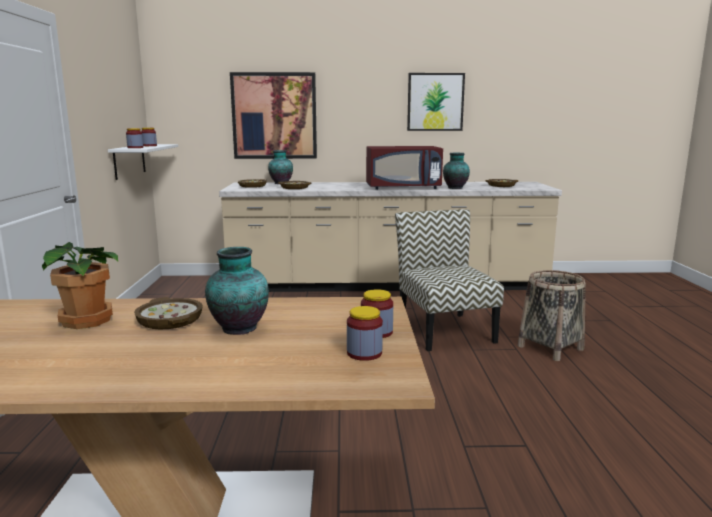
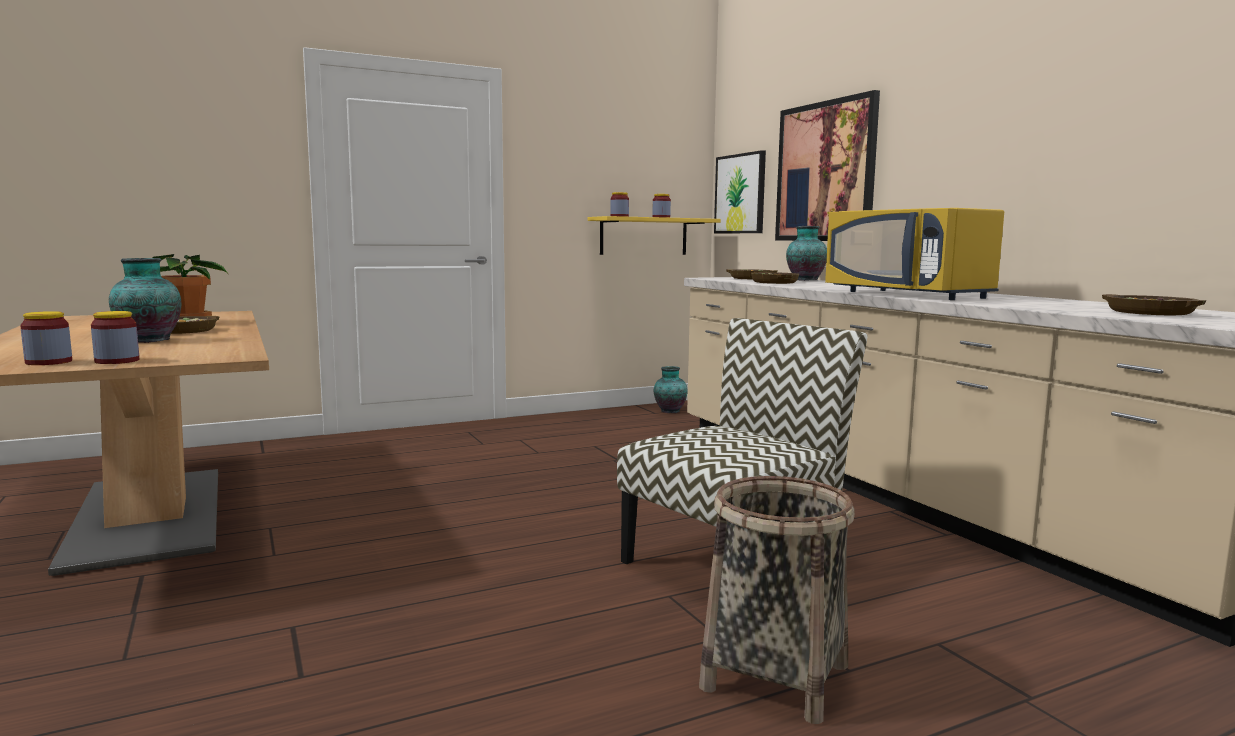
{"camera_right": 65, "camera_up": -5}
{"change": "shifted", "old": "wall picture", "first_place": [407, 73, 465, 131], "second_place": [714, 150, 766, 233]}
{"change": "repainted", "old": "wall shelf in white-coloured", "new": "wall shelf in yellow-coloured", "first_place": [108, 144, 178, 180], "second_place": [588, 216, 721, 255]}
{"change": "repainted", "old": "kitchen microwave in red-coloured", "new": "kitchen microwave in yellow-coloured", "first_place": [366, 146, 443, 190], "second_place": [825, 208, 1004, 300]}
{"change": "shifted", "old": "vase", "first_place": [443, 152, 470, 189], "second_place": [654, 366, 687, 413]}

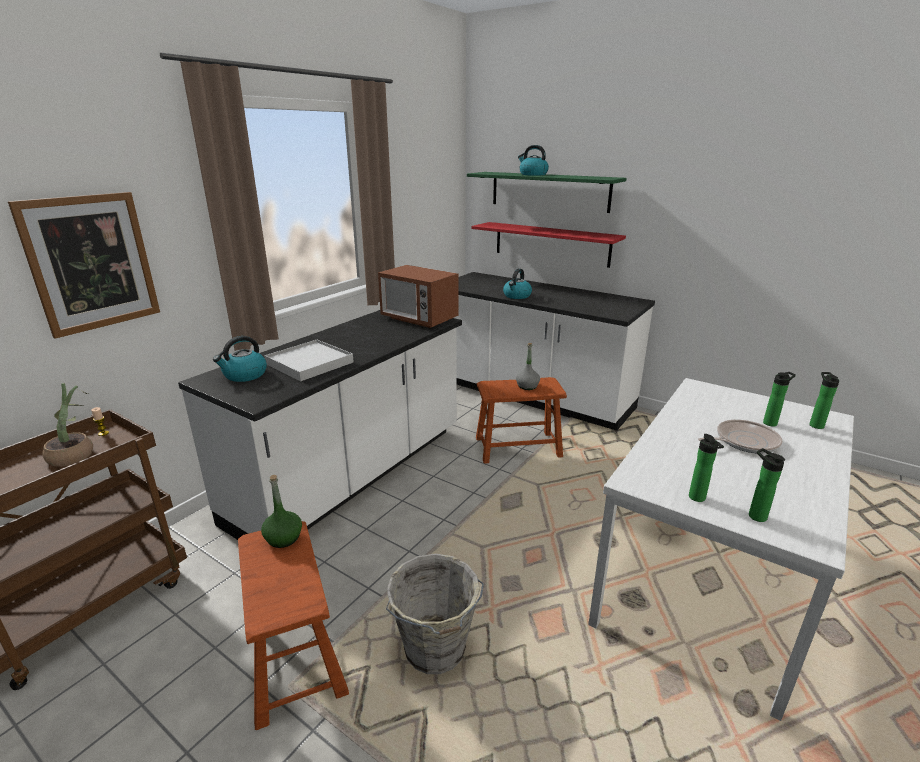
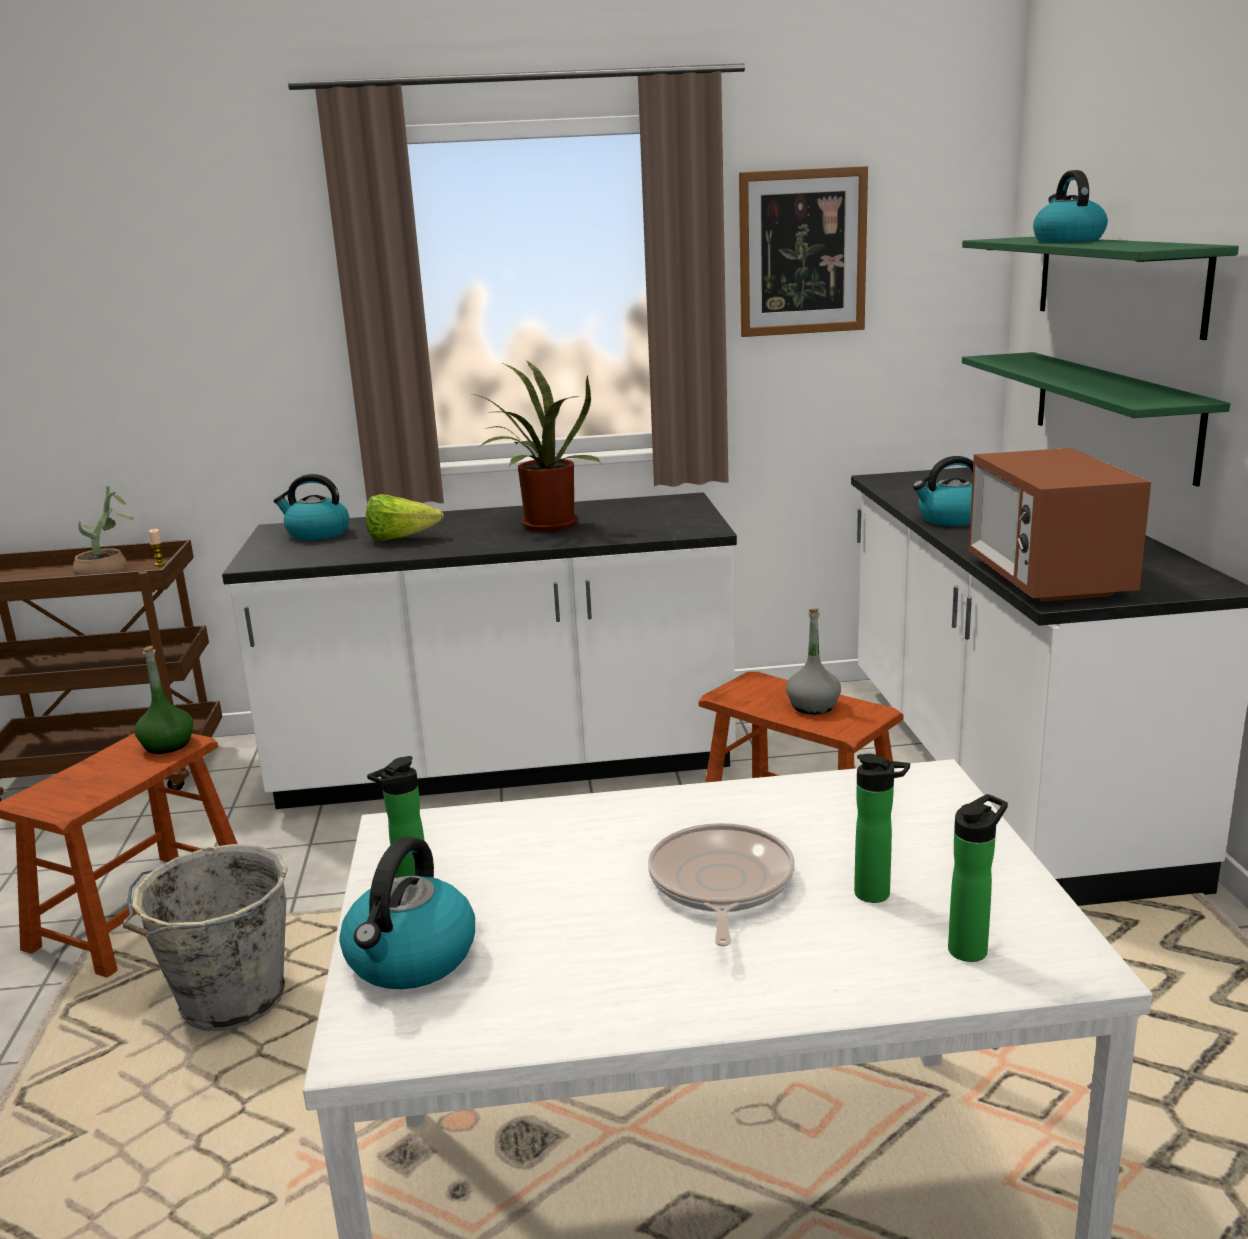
{"camera_right": 50, "camera_up": -5}
{"change": "shifted", "old": "wall picture", "first_place": [8, 192, 160, 339], "second_place": [739, 166, 868, 337]}
{"change": "repainted", "old": "wall shelf in red-coloured", "new": "wall shelf in green-coloured", "first_place": [471, 222, 626, 268], "second_place": [962, 352, 1230, 486]}
{"change": "shifted", "old": "kitchen microwave", "first_place": [378, 265, 458, 328], "second_place": [969, 448, 1151, 602]}
{"change": "swapped", "old": "carrying tray in white-coloured", "new": "lettuce head", "first_place": [264, 340, 354, 381], "second_place": [366, 494, 444, 541]}
{"change": "rotated", "old": "skillet", "first_place": [698, 420, 783, 454], "second_place": [648, 823, 795, 946], "degrees": -120}
{"change": "swapped", "old": "beverage bottle", "new": "tea kettle", "first_place": [749, 448, 785, 522], "second_place": [339, 837, 475, 989]}
{"change": "new", "new": "houseplant", "second_place": [473, 360, 601, 532]}

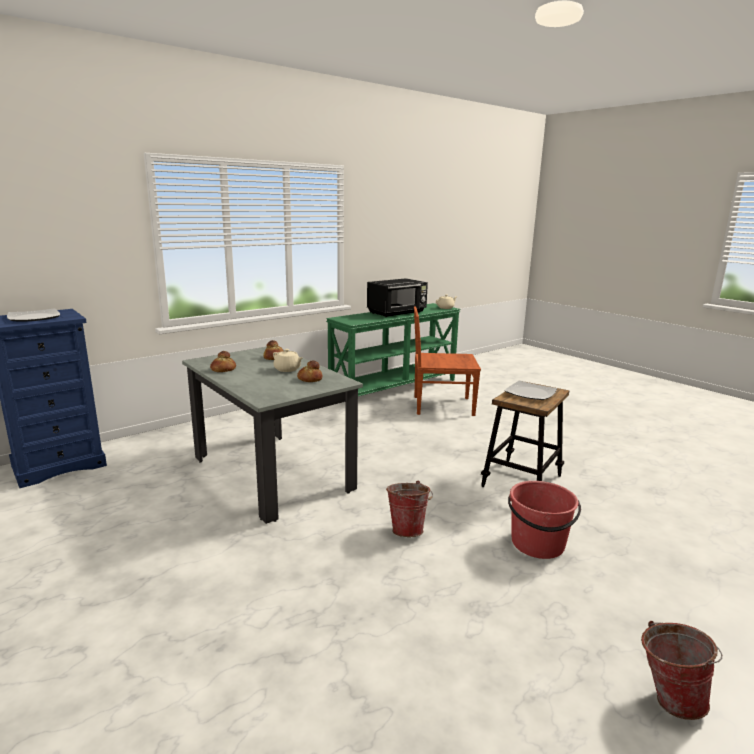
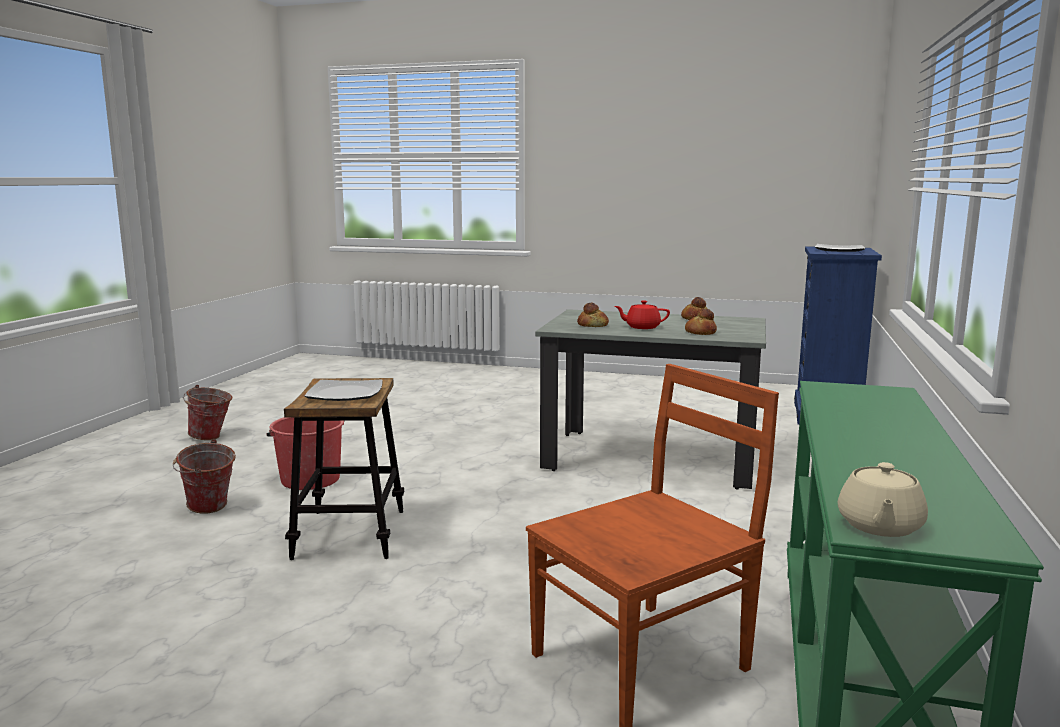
{"camera_right": 145, "camera_up": -5}
{"change": "gone", "old": "kitchen microwave in black", "first_place": [367, 278, 428, 317]}
{"change": "repainted", "old": "pot for tea in beige", "new": "pot for tea in red-coloured", "first_place": [273, 349, 303, 372], "second_place": [615, 301, 670, 329]}
{"change": "shifted", "old": "bucket", "first_place": [386, 481, 433, 537], "second_place": [173, 439, 236, 514]}

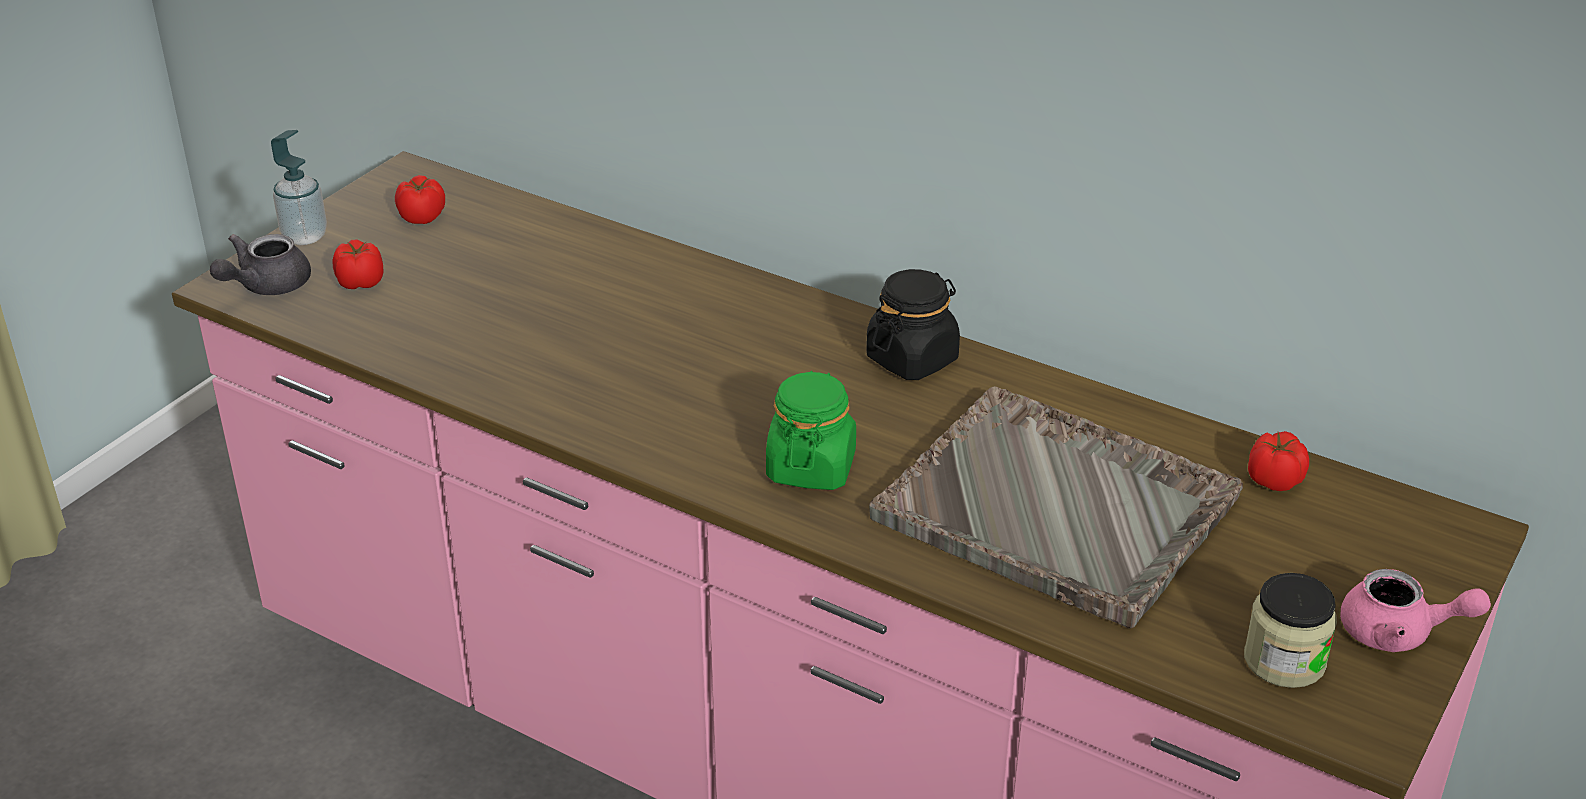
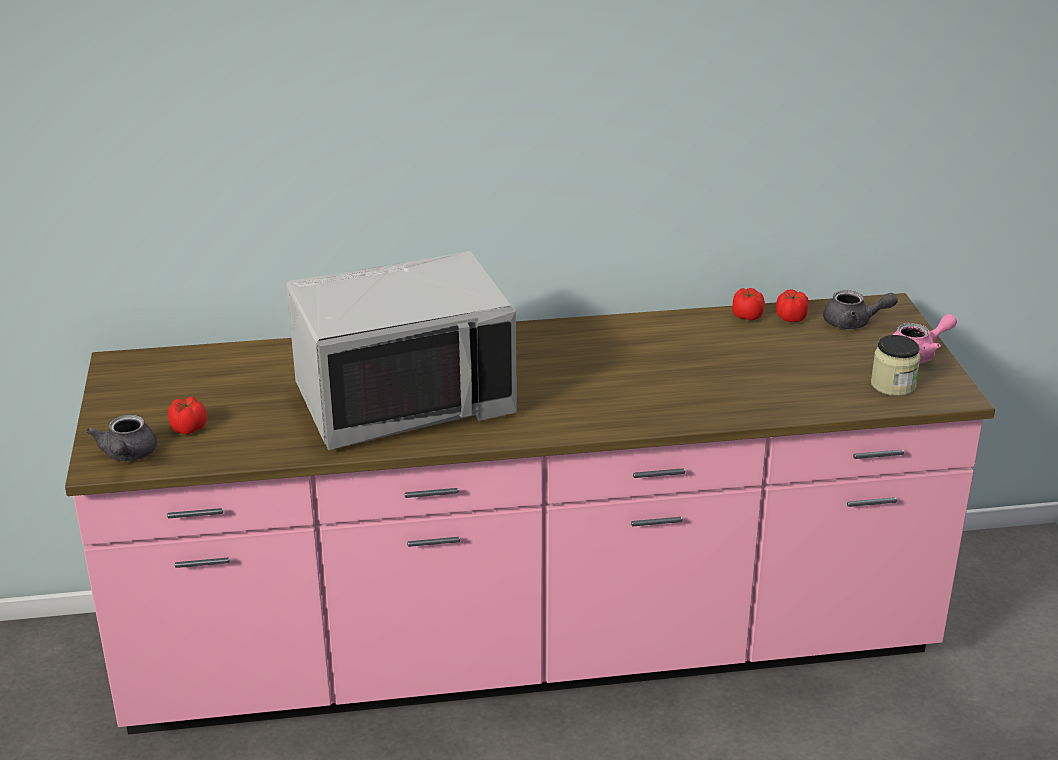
{"camera_right": -40, "camera_up": -5}
{"change": "gone", "old": "soap bottle", "first_place": [271, 130, 327, 245]}
{"change": "shifted", "old": "tomato", "first_place": [395, 175, 445, 224], "second_place": [732, 288, 765, 321]}
{"change": "gone", "old": "preserve jar in black", "first_place": [866, 269, 960, 380]}
{"change": "gone", "old": "preserve jar in green-coloured", "first_place": [766, 371, 856, 490]}
{"change": "gone", "old": "carrying tray in greyish", "first_place": [869, 386, 1243, 628]}
{"change": "new", "new": "kitchen microwave in greyish", "second_place": [286, 251, 517, 450]}
{"change": "new", "new": "pot for tea in greyish", "second_place": [823, 290, 898, 329]}

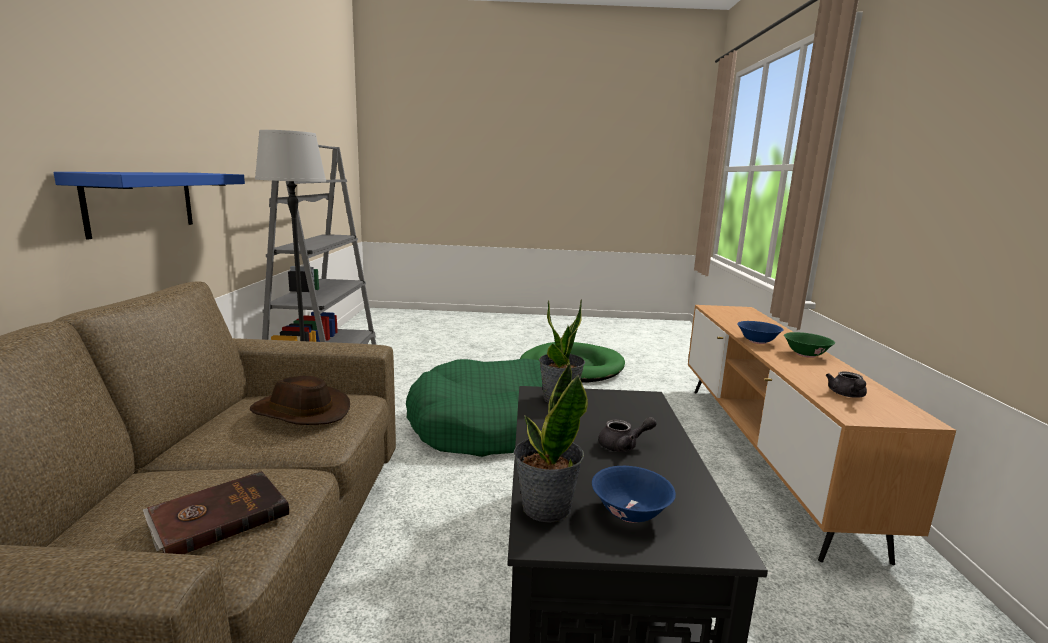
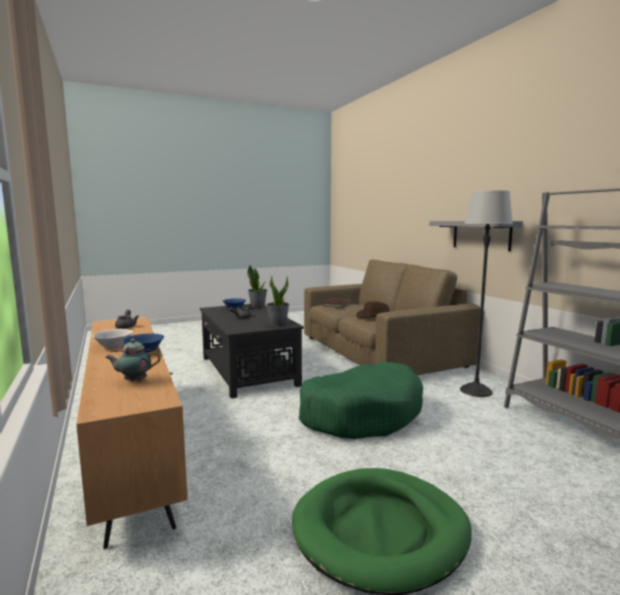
{"camera_right": 155, "camera_up": -5}
{"change": "repainted", "old": "wall shelf in blue-coloured", "new": "wall shelf in greyish", "first_place": [53, 172, 245, 239], "second_place": [429, 221, 523, 251]}
{"change": "repainted", "old": "serving bowl in green-coloured", "new": "serving bowl in white-coloured", "first_place": [784, 332, 835, 358], "second_place": [92, 329, 133, 349]}
{"change": "new", "new": "pot for tea", "second_place": [105, 339, 161, 382]}

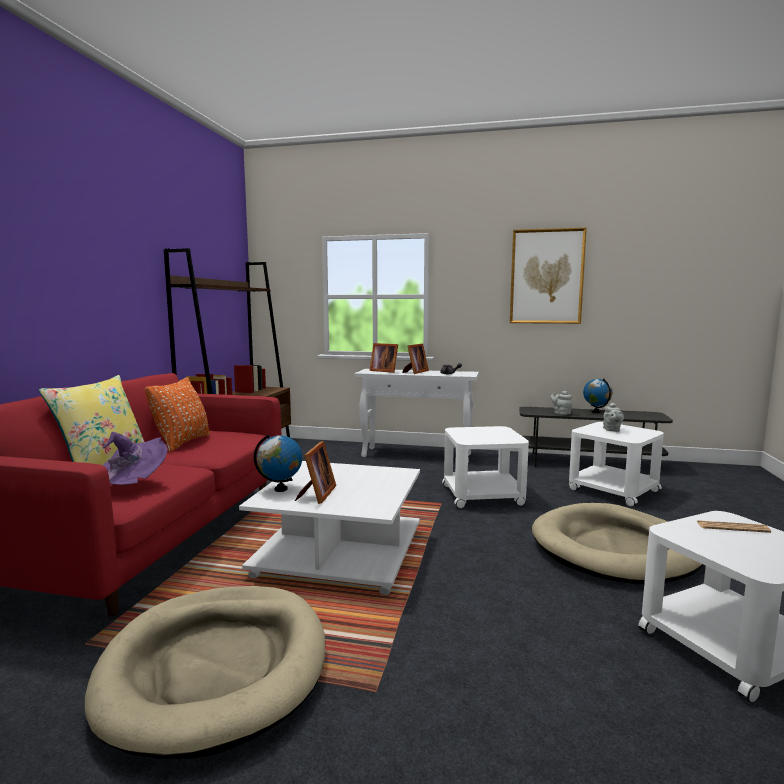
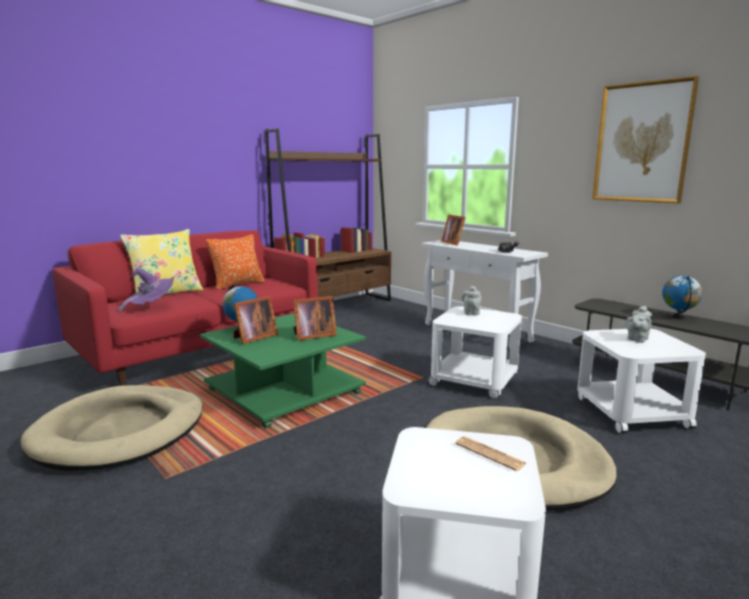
{"camera_right": 35, "camera_up": 5}
{"change": "shifted", "old": "standing frame", "first_place": [402, 343, 429, 374], "second_place": [293, 296, 337, 341]}
{"change": "shifted", "old": "pot for tea in greyish", "first_place": [550, 391, 572, 415], "second_place": [461, 286, 482, 315]}
{"change": "repainted", "old": "low table in white-coloured", "new": "low table in green-coloured", "first_place": [239, 461, 420, 595], "second_place": [200, 313, 366, 428]}

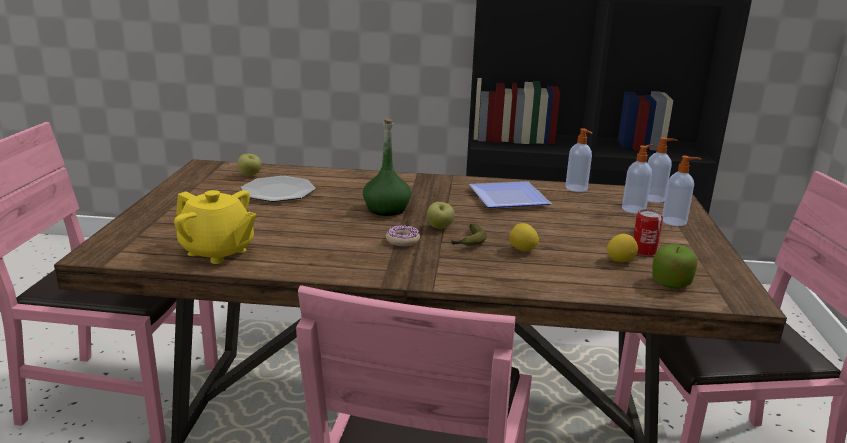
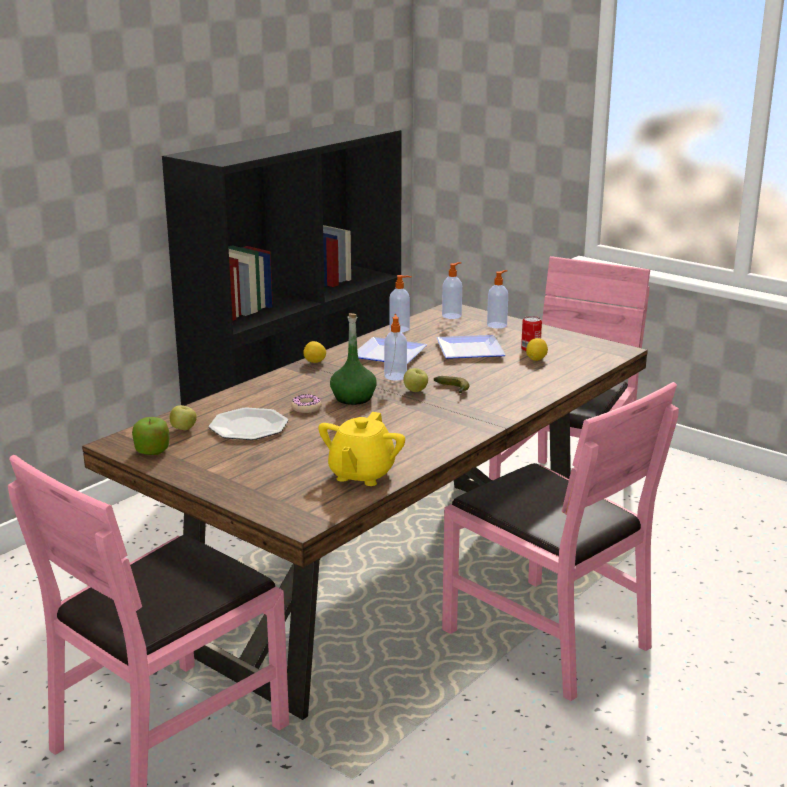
{"camera_right": -55, "camera_up": 0}
{"change": "shifted", "old": "soap bottle", "first_place": [622, 145, 653, 213], "second_place": [384, 314, 407, 381]}
{"change": "rotated", "old": "pot for tea in yellow-coloured", "first_place": [174, 190, 256, 264], "second_place": [318, 412, 405, 486], "degrees": 135}
{"change": "shifted", "old": "whole lemon", "first_place": [509, 223, 539, 251], "second_place": [303, 341, 326, 363]}
{"change": "shifted", "old": "ring doughnut", "first_place": [386, 225, 420, 246], "second_place": [291, 394, 322, 413]}
{"change": "shifted", "old": "whole apple", "first_place": [652, 244, 697, 289], "second_place": [132, 417, 170, 455]}
{"change": "new", "new": "flat dish", "second_place": [436, 335, 505, 359]}

